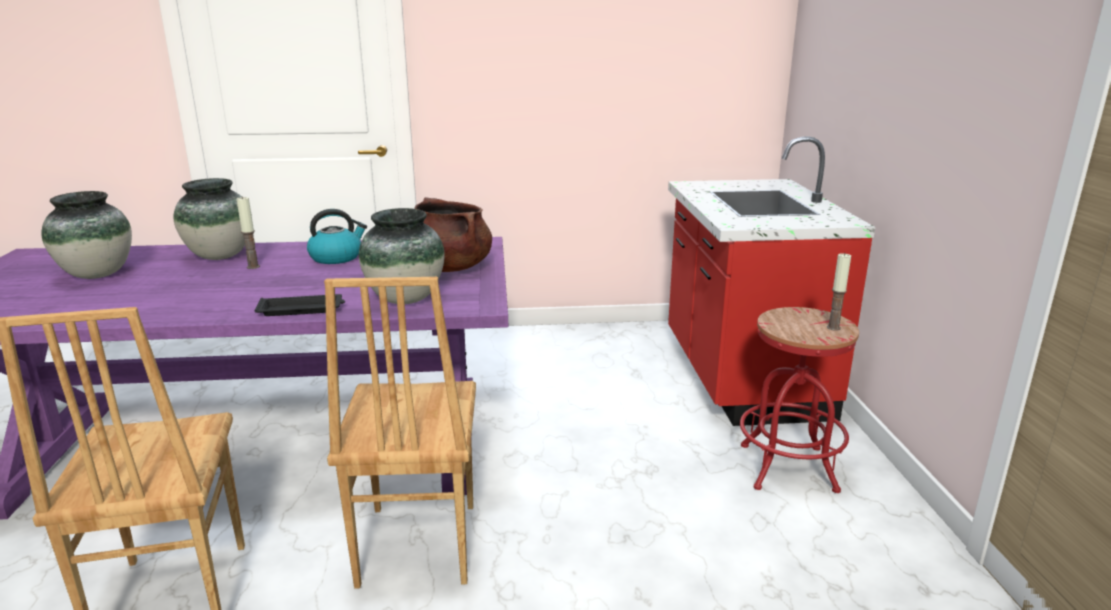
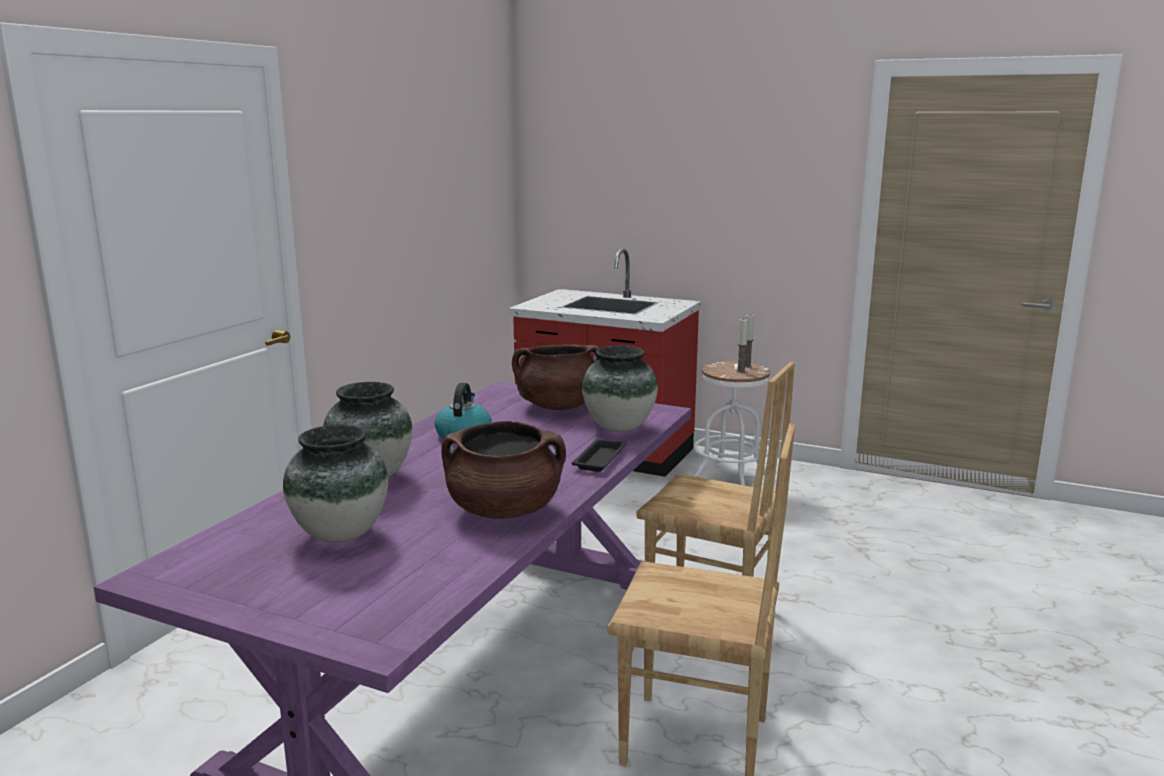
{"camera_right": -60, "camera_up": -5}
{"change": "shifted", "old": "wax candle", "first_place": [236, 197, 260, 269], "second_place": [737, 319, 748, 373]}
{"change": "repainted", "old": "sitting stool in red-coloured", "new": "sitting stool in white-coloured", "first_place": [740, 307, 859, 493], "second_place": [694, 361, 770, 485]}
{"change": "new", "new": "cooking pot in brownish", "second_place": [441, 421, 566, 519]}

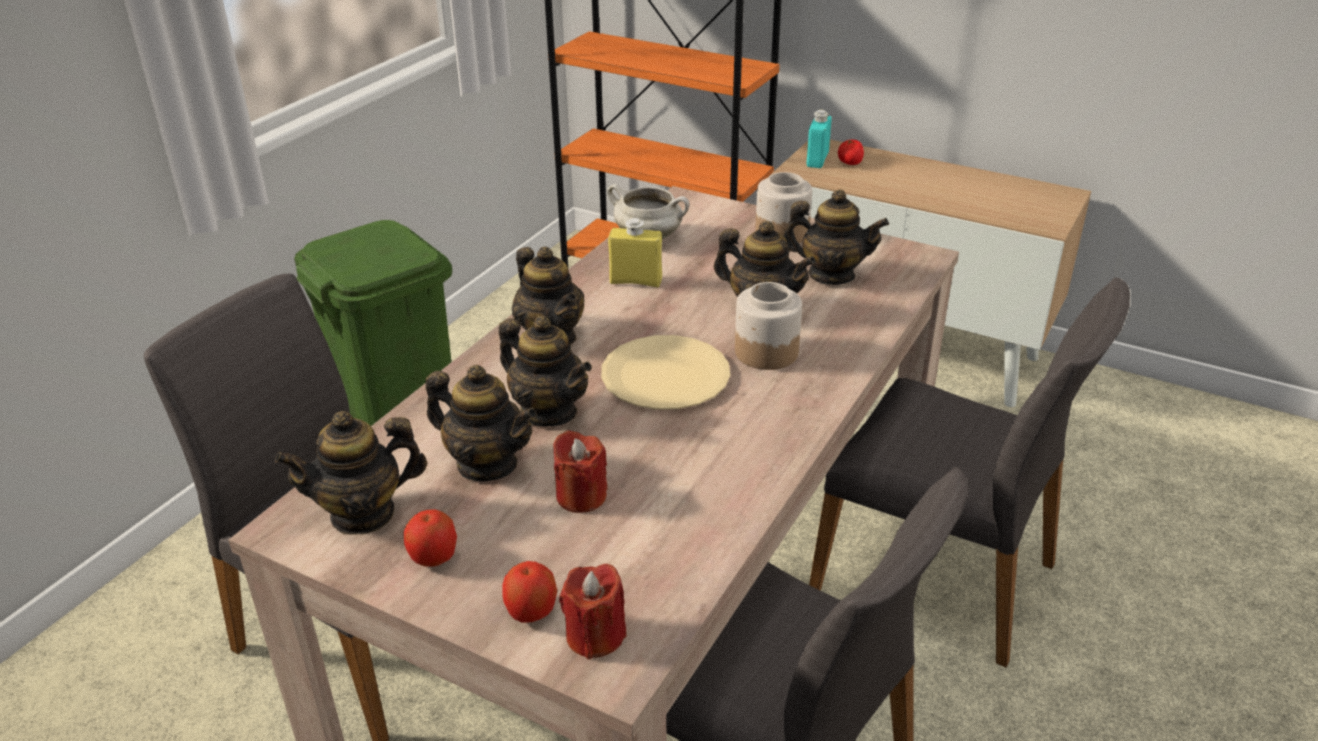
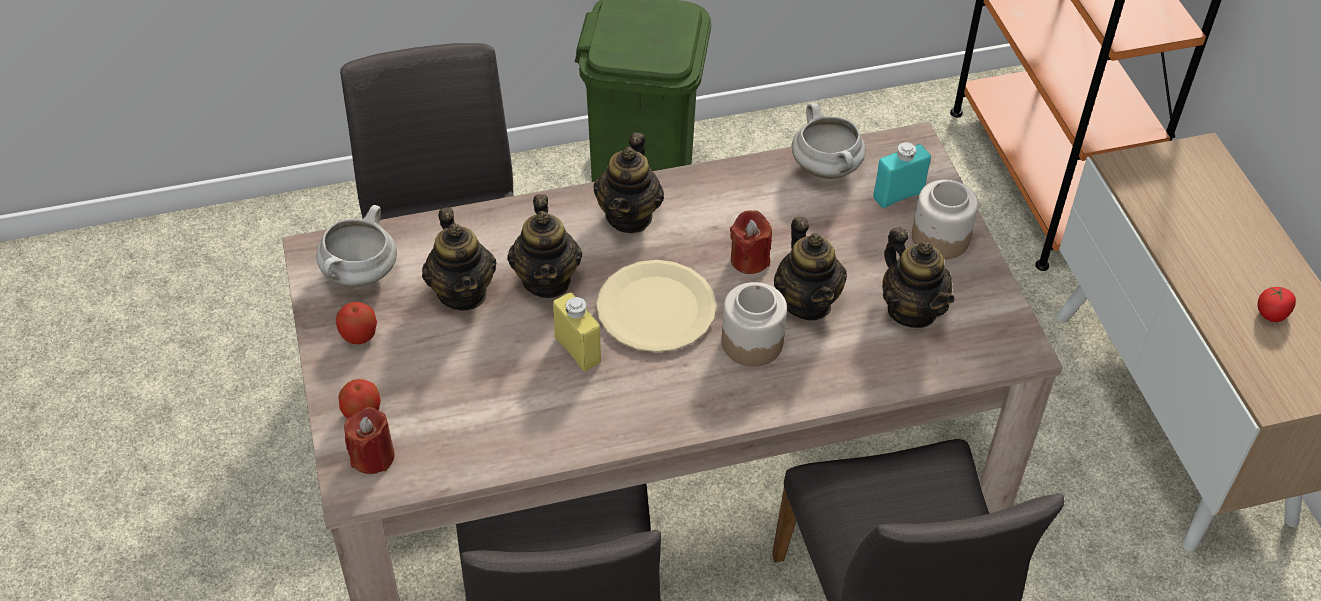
{"camera_right": 45, "camera_up": 15}
{"change": "shifted", "old": "beverage bottle in blue-green", "first_place": [807, 110, 832, 168], "second_place": [873, 142, 931, 208]}
{"change": "shifted", "old": "tomato", "first_place": [838, 139, 864, 165], "second_place": [1258, 287, 1296, 322]}
{"change": "shifted", "old": "beverage bottle in yellow-coloured", "first_place": [608, 218, 662, 287], "second_place": [553, 293, 601, 371]}
{"change": "swapped", "old": "pot for tea", "new": "cooking pot in white-coloured", "first_place": [275, 411, 427, 535], "second_place": [316, 205, 397, 287]}
{"change": "shifted", "old": "wax candle in red-coloured", "first_place": [553, 430, 608, 513], "second_place": [730, 210, 772, 274]}

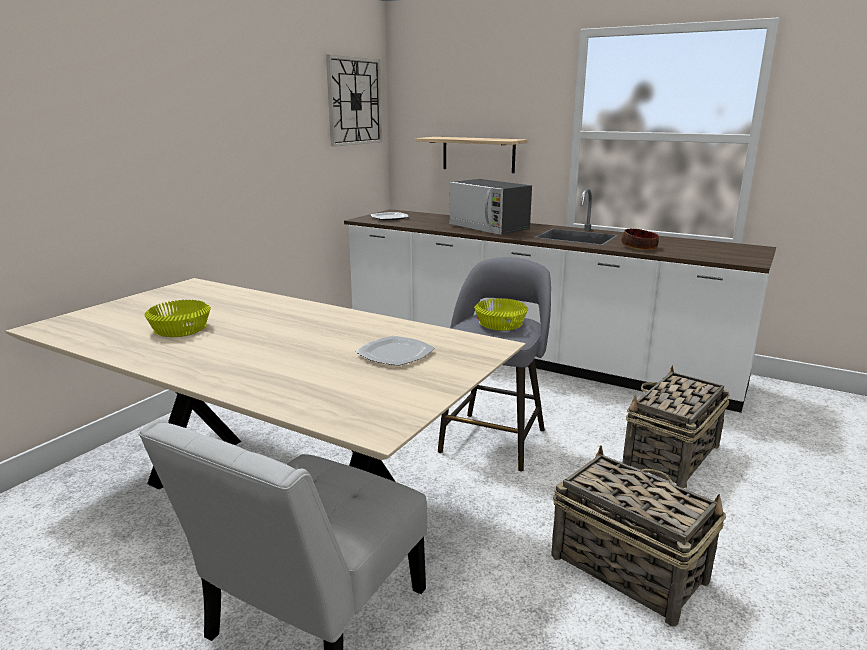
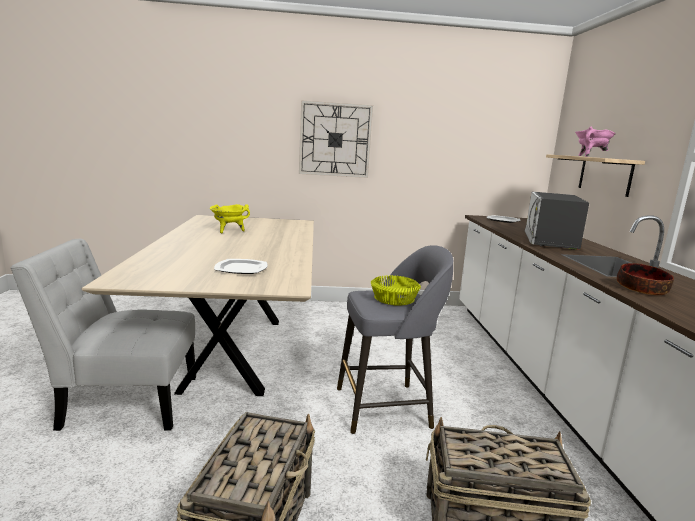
{"camera_right": 55, "camera_up": -5}
{"change": "shifted", "old": "hanging clock", "first_place": [326, 55, 382, 147], "second_place": [299, 100, 373, 178]}
{"change": "swapped", "old": "serving bowl in yellow-coloured", "new": "cooking pot in yellow-coloured", "first_place": [144, 300, 211, 337], "second_place": [210, 204, 250, 233]}
{"change": "new", "new": "cooking pot in pink", "second_place": [575, 126, 616, 157]}

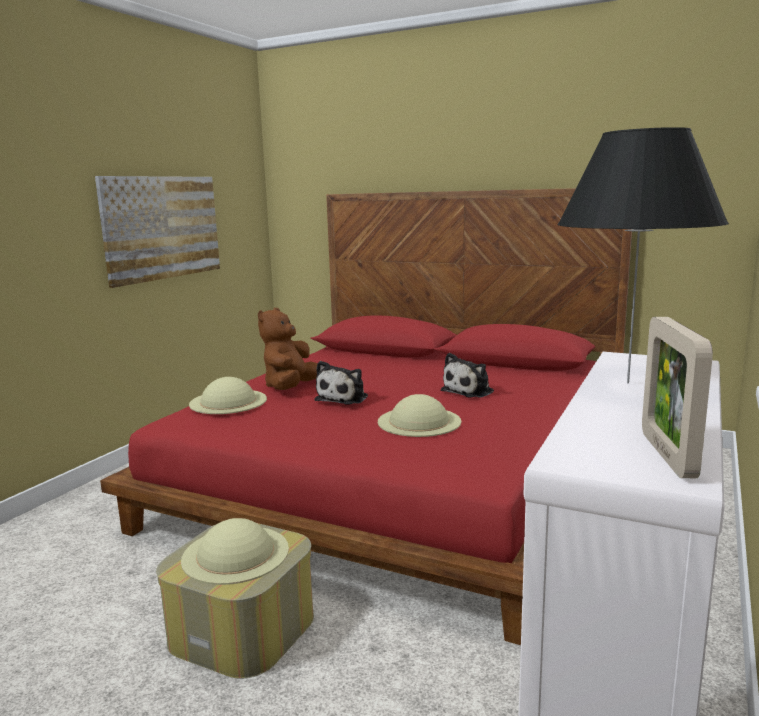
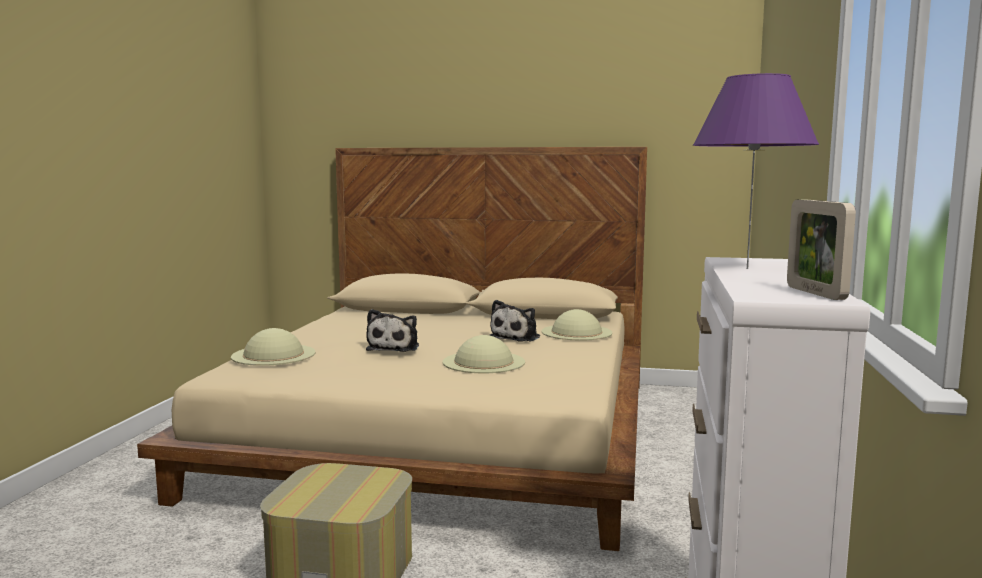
{"camera_right": -15, "camera_up": -5}
{"change": "repainted", "old": "table lamp in black", "new": "table lamp in purple", "first_place": [558, 127, 729, 383], "second_place": [693, 73, 819, 269]}
{"change": "gone", "old": "wall picture", "first_place": [95, 176, 220, 288]}
{"change": "repainted", "old": "bedroom bed in red-coloured", "new": "bedroom bed in beige", "first_place": [100, 188, 632, 645], "second_place": [137, 147, 647, 551]}
{"change": "gone", "old": "cuddly toy in brownish", "first_place": [258, 308, 317, 390]}
{"change": "shifted", "old": "clothing hat in beige", "first_place": [181, 518, 289, 585], "second_place": [542, 309, 612, 341]}

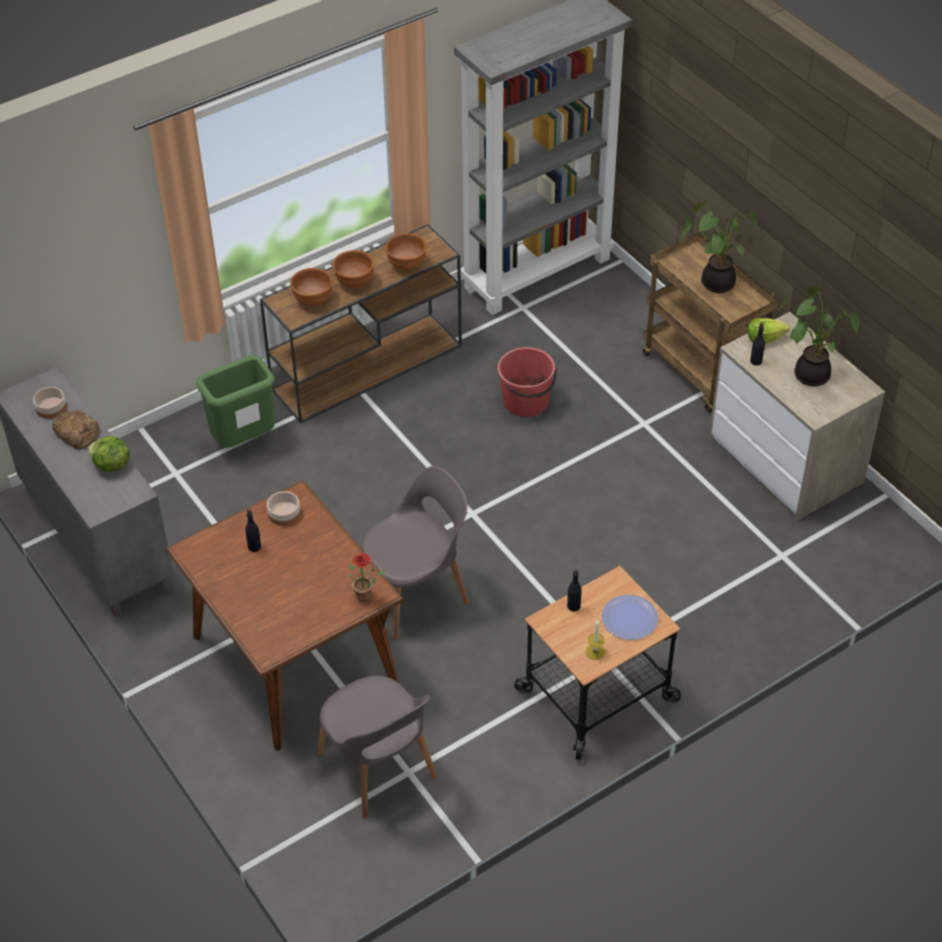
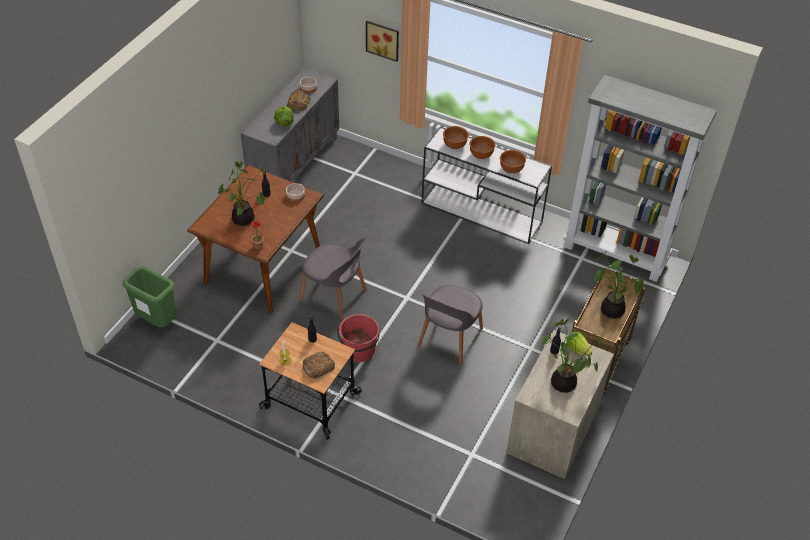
{"camera_right": 60, "camera_up": 0}
{"change": "repainted", "old": "console table in brownish", "new": "console table in white-coloured", "first_place": [260, 224, 462, 423], "second_place": [422, 127, 552, 244]}
{"change": "shifted", "old": "bucket in red-coloured", "first_place": [498, 347, 557, 417], "second_place": [337, 314, 380, 362]}
{"change": "shifted", "old": "waste bin in green-coloured", "first_place": [196, 355, 275, 448], "second_place": [123, 266, 176, 327]}
{"change": "swapped", "old": "flat dish", "new": "baked bread", "first_place": [602, 595, 658, 640], "second_place": [303, 352, 335, 378]}
{"change": "shifted", "old": "upright chair in greyish", "first_place": [317, 676, 437, 819], "second_place": [417, 285, 483, 365]}
{"change": "new", "new": "wall picture", "second_place": [366, 21, 399, 62]}
{"change": "new", "new": "houseplant", "second_place": [218, 161, 265, 226]}

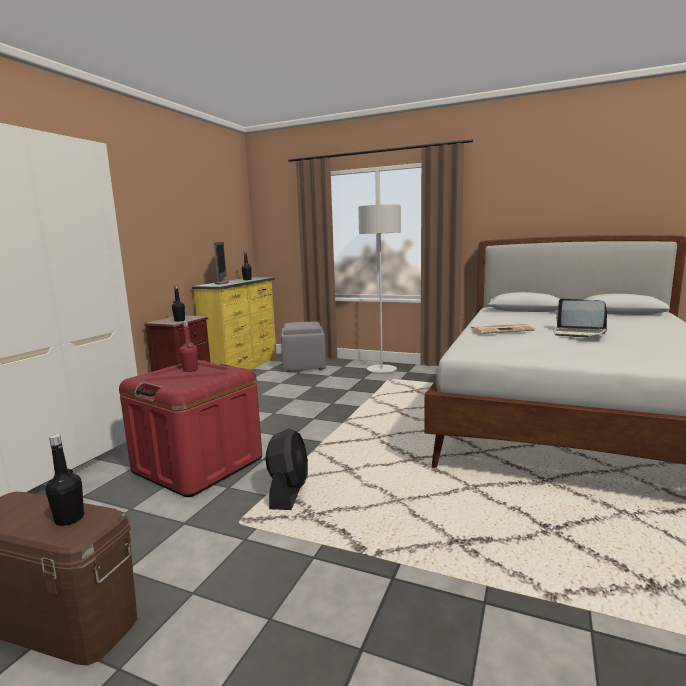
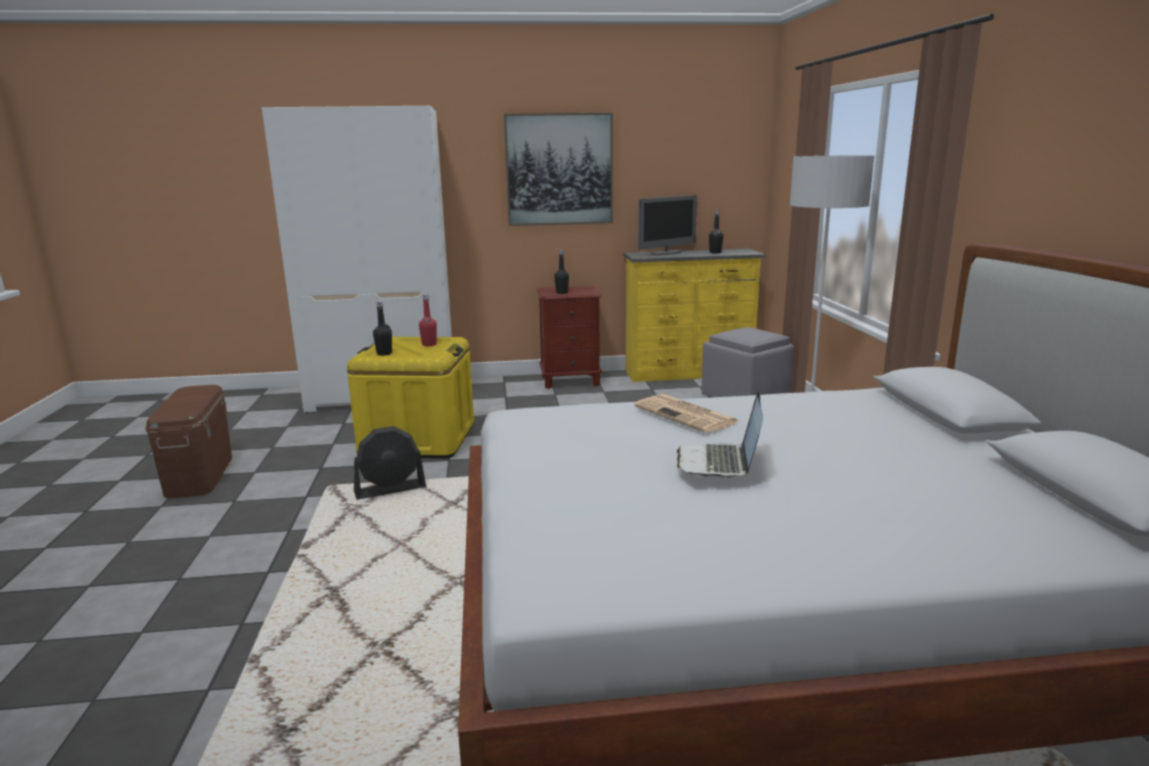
{"camera_right": 60, "camera_up": 5}
{"change": "repainted", "old": "storage box in red-coloured", "new": "storage box in yellow-coloured", "first_place": [119, 360, 262, 497], "second_place": [347, 337, 474, 458]}
{"change": "shifted", "old": "beverage bottle in black", "first_place": [46, 434, 84, 526], "second_place": [373, 301, 392, 356]}
{"change": "new", "new": "wall picture", "second_place": [504, 113, 613, 226]}

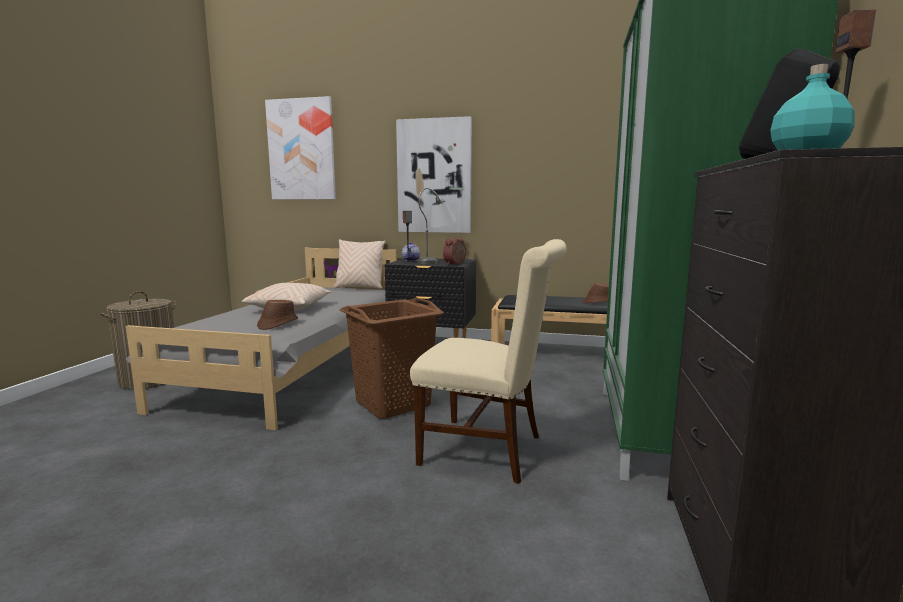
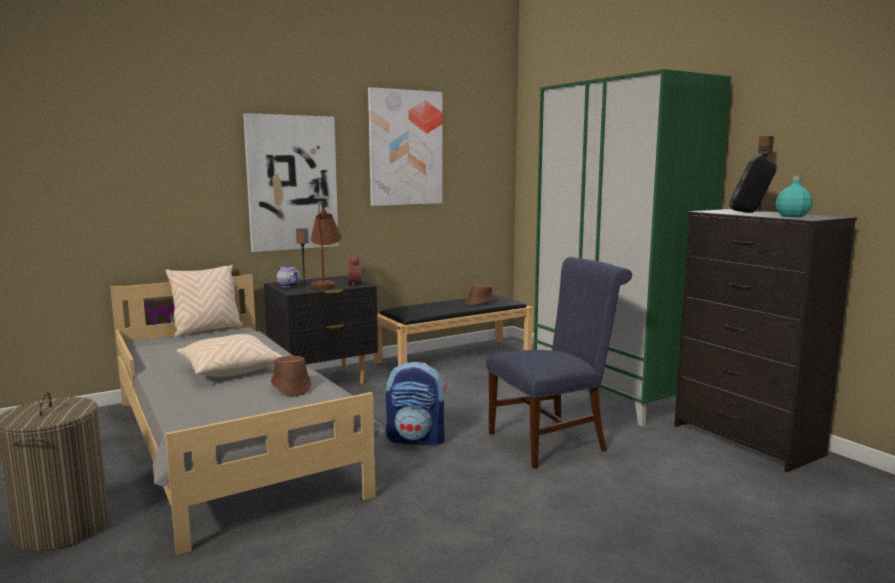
{"camera_right": -45, "camera_up": 0}
{"change": "shifted", "old": "wall picture", "first_place": [265, 96, 336, 200], "second_place": [368, 87, 443, 206]}
{"change": "repainted", "old": "table lamp in greyish", "new": "table lamp in brownish", "first_place": [417, 188, 457, 264], "second_place": [311, 201, 342, 289]}
{"change": "repainted", "old": "upright chair in beige", "new": "upright chair in blue-coloured", "first_place": [410, 239, 567, 484], "second_place": [486, 257, 632, 469]}
{"change": "swapped", "old": "washing basket in brownish", "new": "knapsack", "first_place": [340, 297, 444, 419], "second_place": [386, 362, 447, 446]}

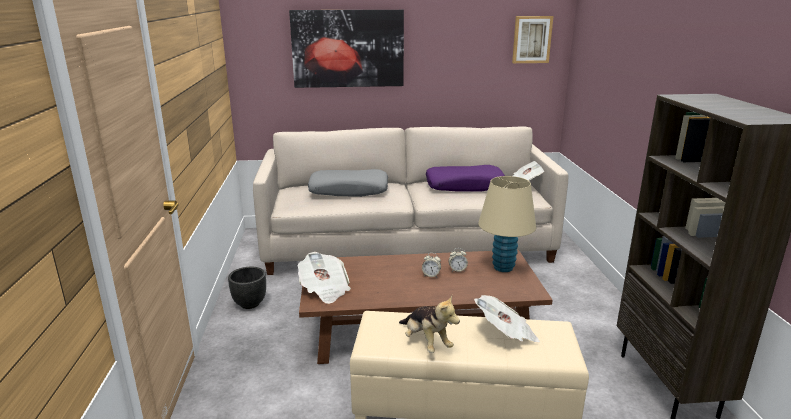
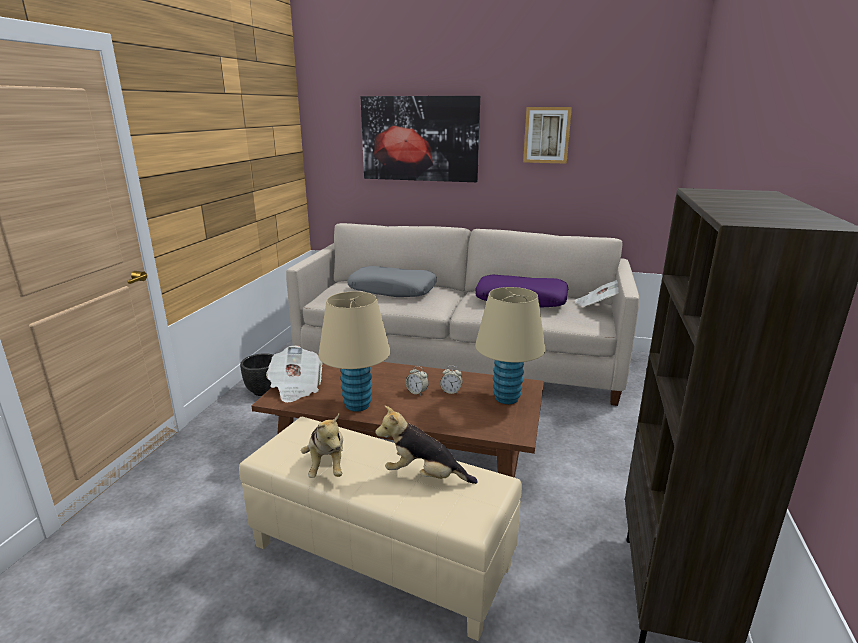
{"camera_right": 20, "camera_up": 0}
{"change": "shifted", "old": "wall picture", "first_place": [512, 16, 553, 63], "second_place": [523, 107, 572, 164]}
{"change": "swapped", "old": "newspaper", "new": "cuddly toy", "first_place": [474, 295, 540, 342], "second_place": [375, 406, 478, 484]}
{"change": "new", "new": "table lamp in beige", "second_place": [319, 291, 390, 412]}

